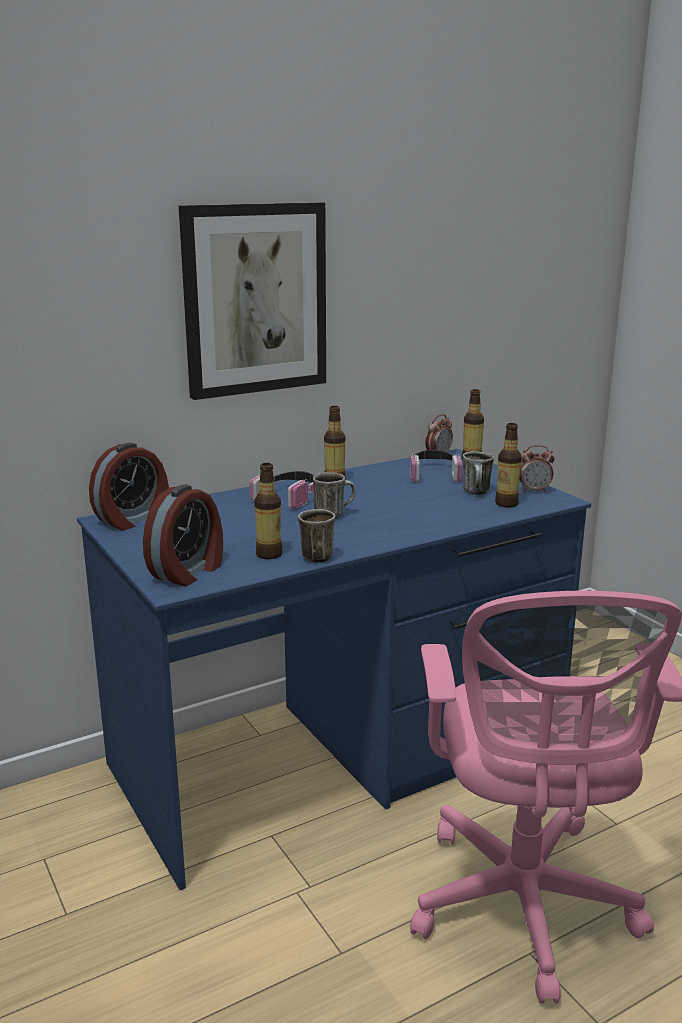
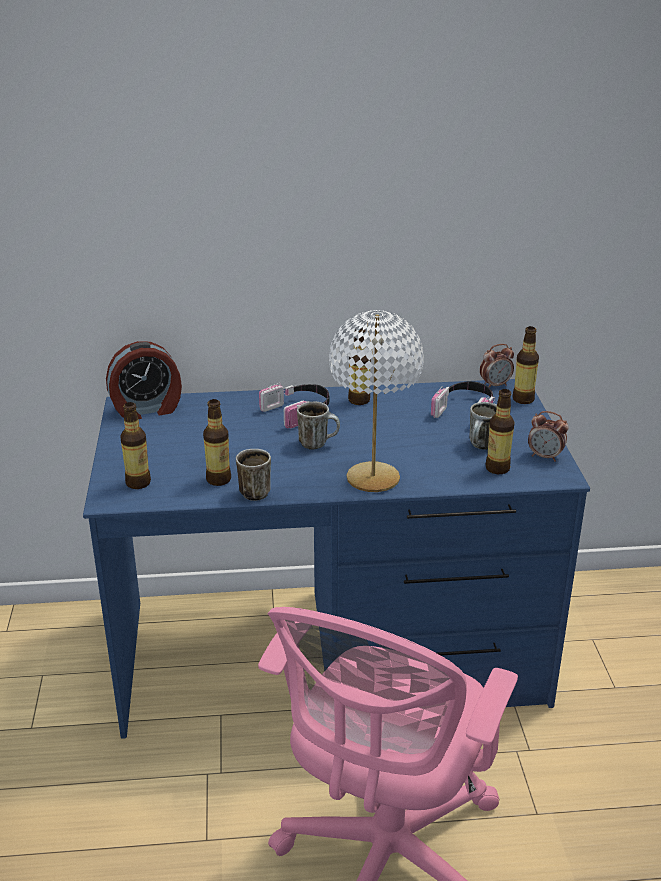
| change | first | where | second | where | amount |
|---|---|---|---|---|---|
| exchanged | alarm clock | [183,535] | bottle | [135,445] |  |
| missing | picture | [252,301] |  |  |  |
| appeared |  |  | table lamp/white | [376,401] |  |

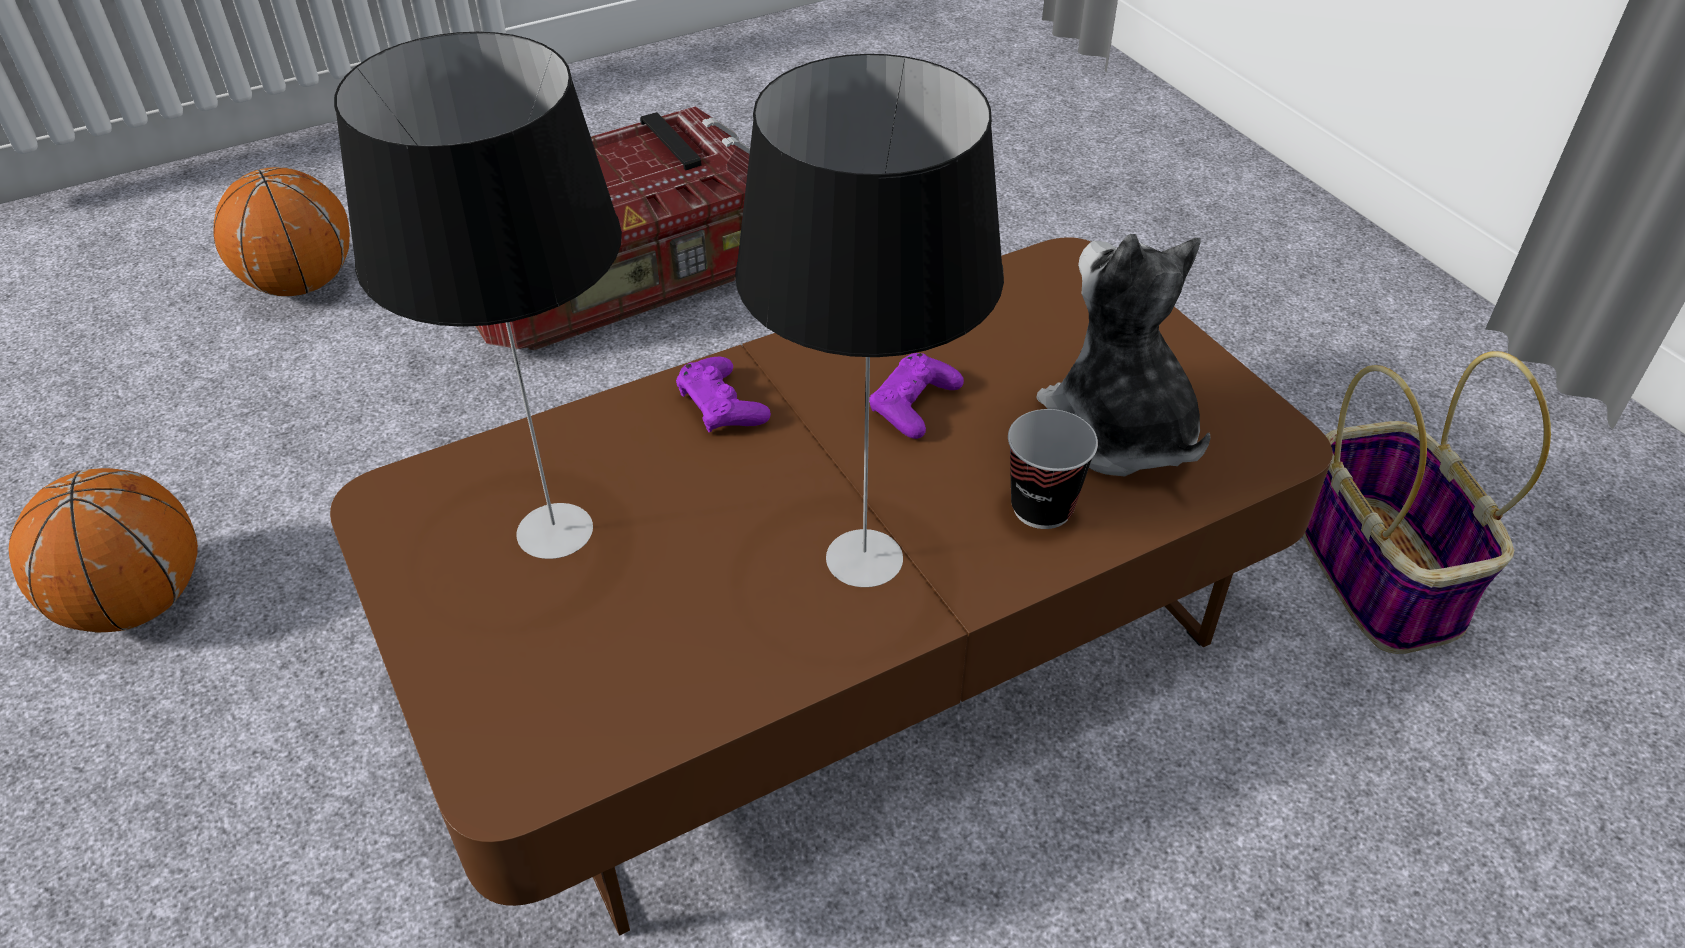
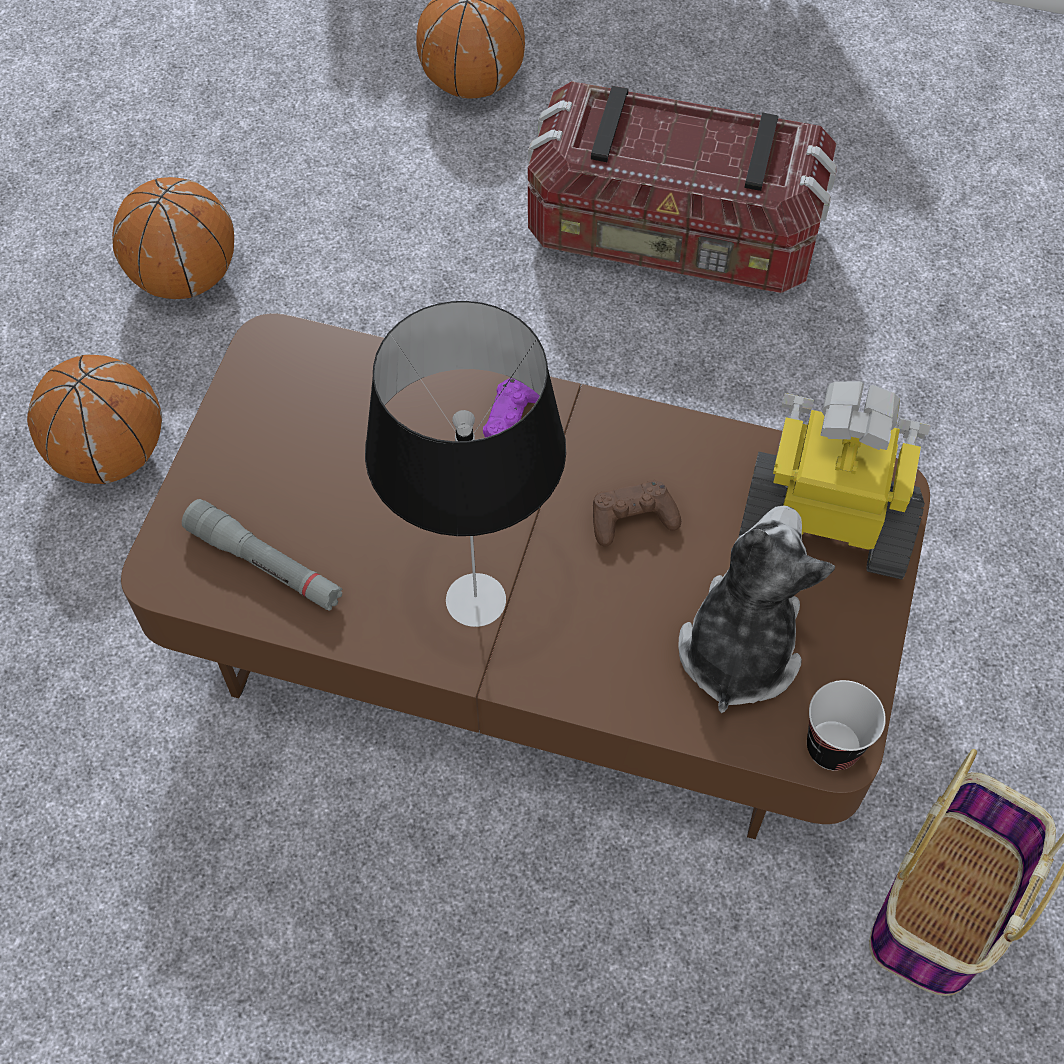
| change | first | where | second | where | amount |
|---|---|---|---|---|---|
| missing | table lamp | [478,295] |  |  |  |
| colour | game controller/purple | [916,396] | game controller/brown | [637,513] |  |
| relocated | cup | [1053,469] |  | [846,725] |  |
| appeared |  |  | basketball | [94,419] |  |
| appeared |  |  | flashlight/grey | [262,555] |  |
| appeared |  |  | toy robot | [834,480] |  |

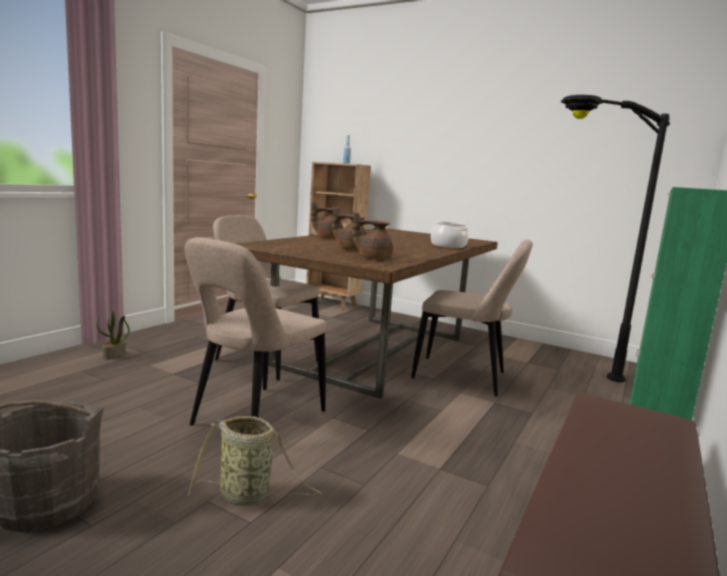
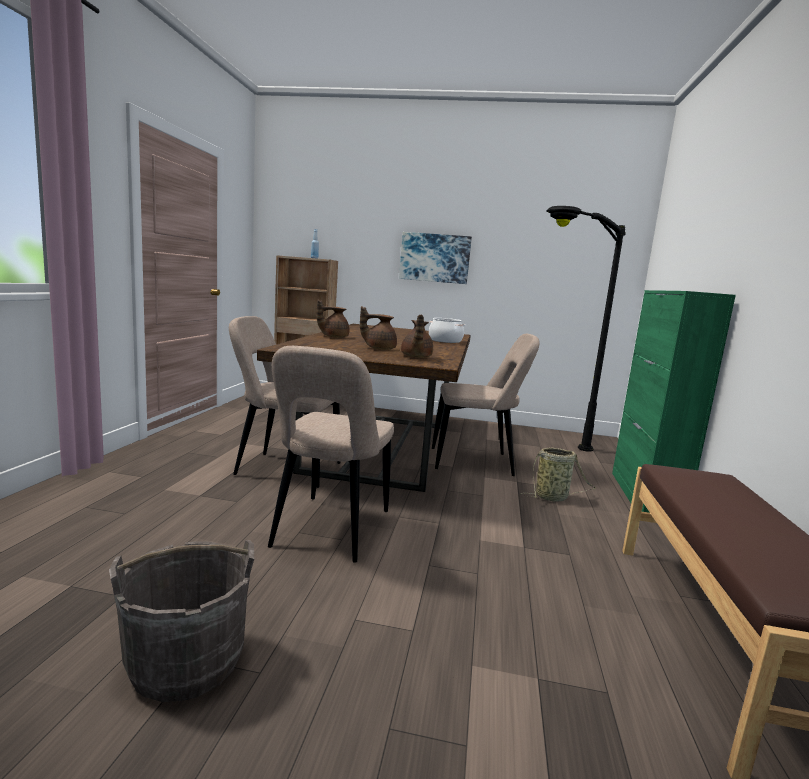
| change | first | where | second | where | amount |
|---|---|---|---|---|---|
| missing | potted plant | [113,335] |  |  |  |
| relocated | basket | [255,461] |  | [558,474] |  |
| spun | teapot/brown | [372,235] |  | [417,336] | 75 degrees counterclockwise |
| appeared |  |  | picture | [435,258] |  |

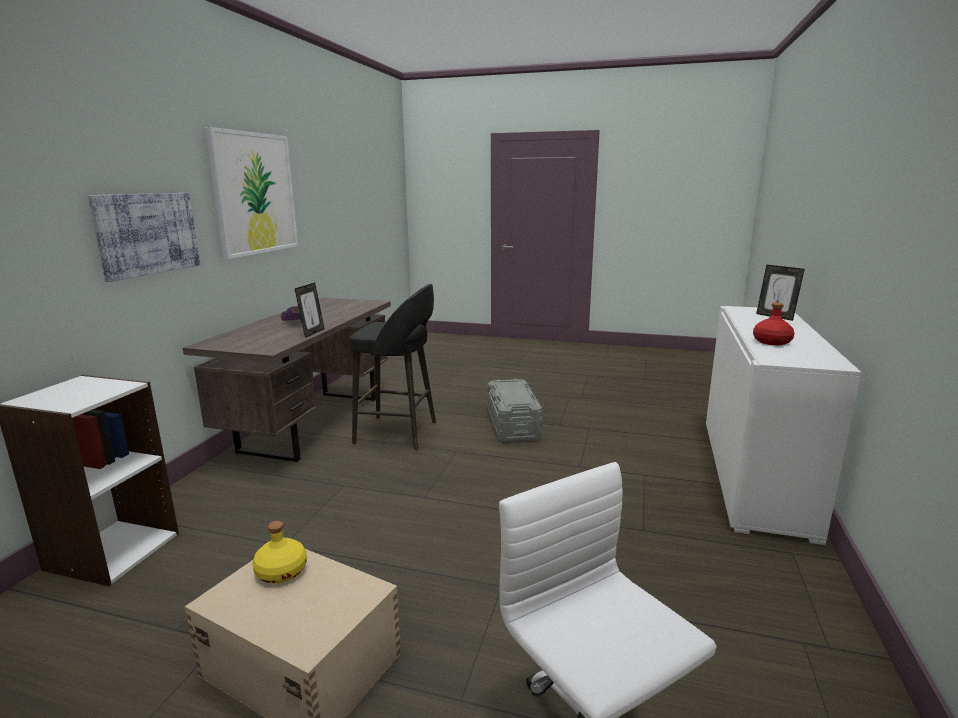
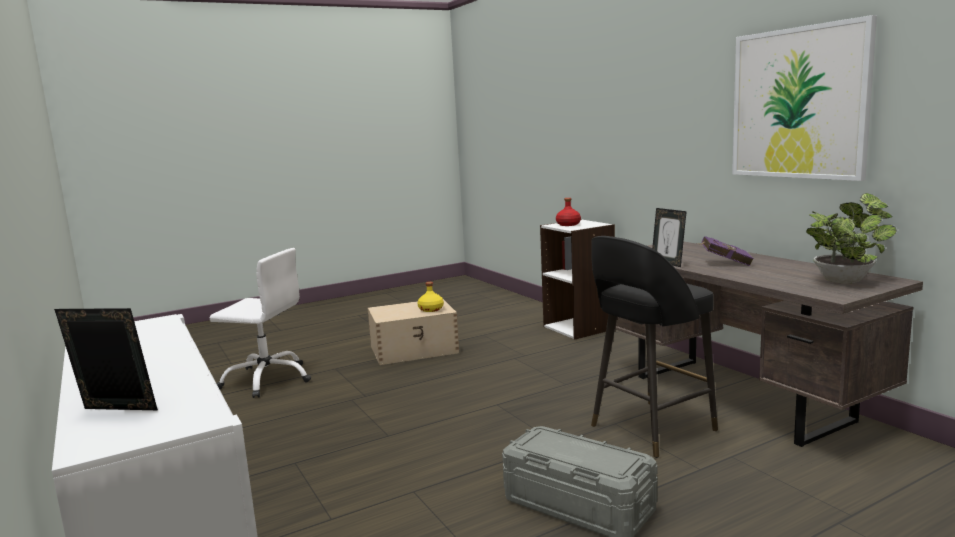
| change | first | where | second | where | amount |
|---|---|---|---|---|---|
| missing | picture | [144,237] |  |  |  |
| relocated | bottle/red | [774,324] |  | [568,212] |  |
| appeared |  |  | potted plant | [851,238] |  |

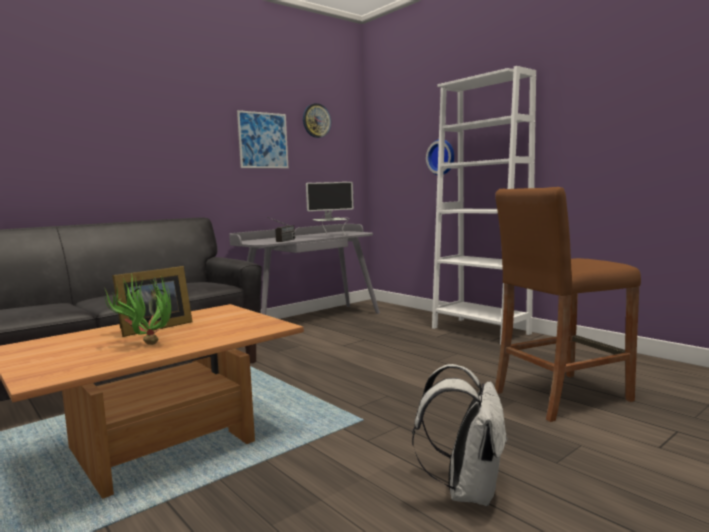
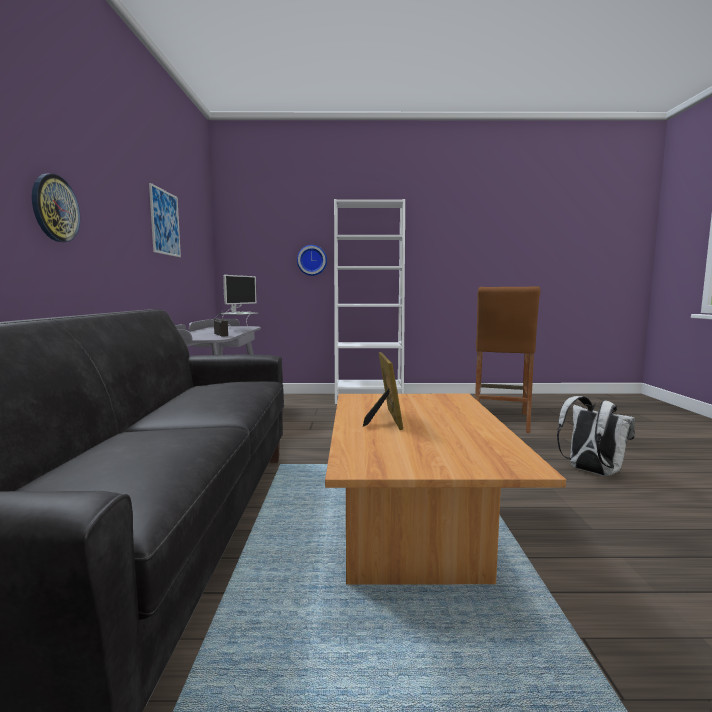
| change | first | where | second | where | amount |
|---|---|---|---|---|---|
| missing | potted plant | [137,310] |  |  |  |
| relocated | wall clock | [317,120] |  | [56,208] |  |

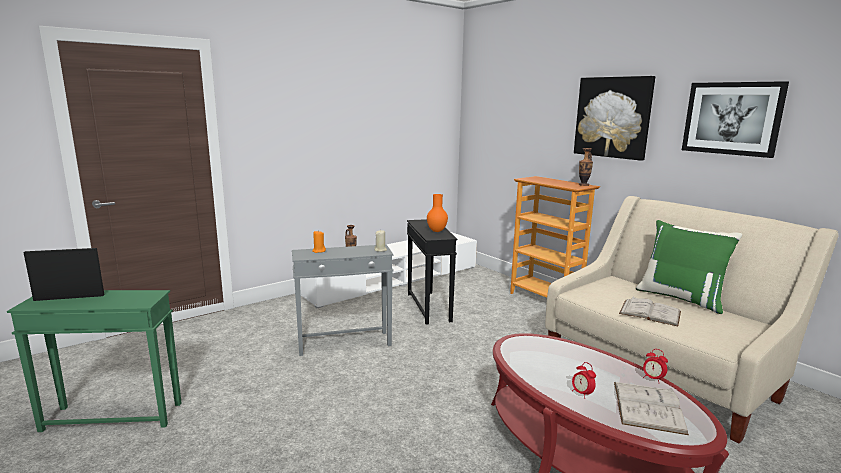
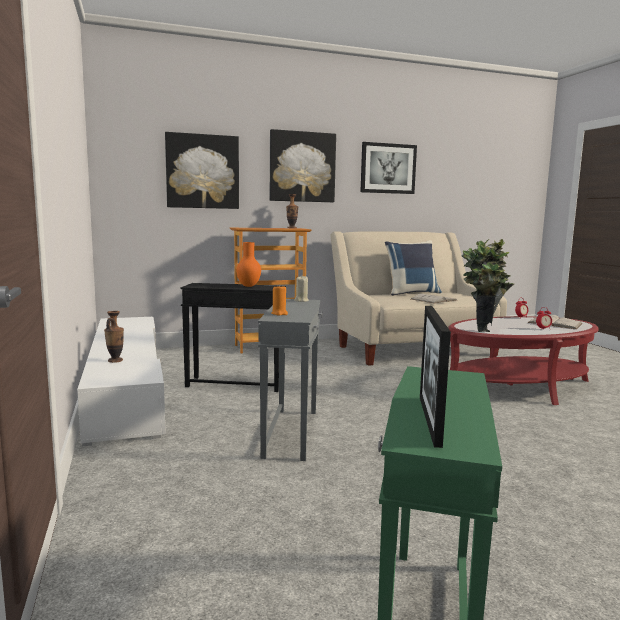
| change | first | where | second | where | amount |
|---|---|---|---|---|---|
| colour | pillow/green | [689,267] | pillow/blue | [413,268] |  |
| appeared |  |  | picture | [202,170] |  |
| appeared |  |  | potted plant | [488,285] |  |

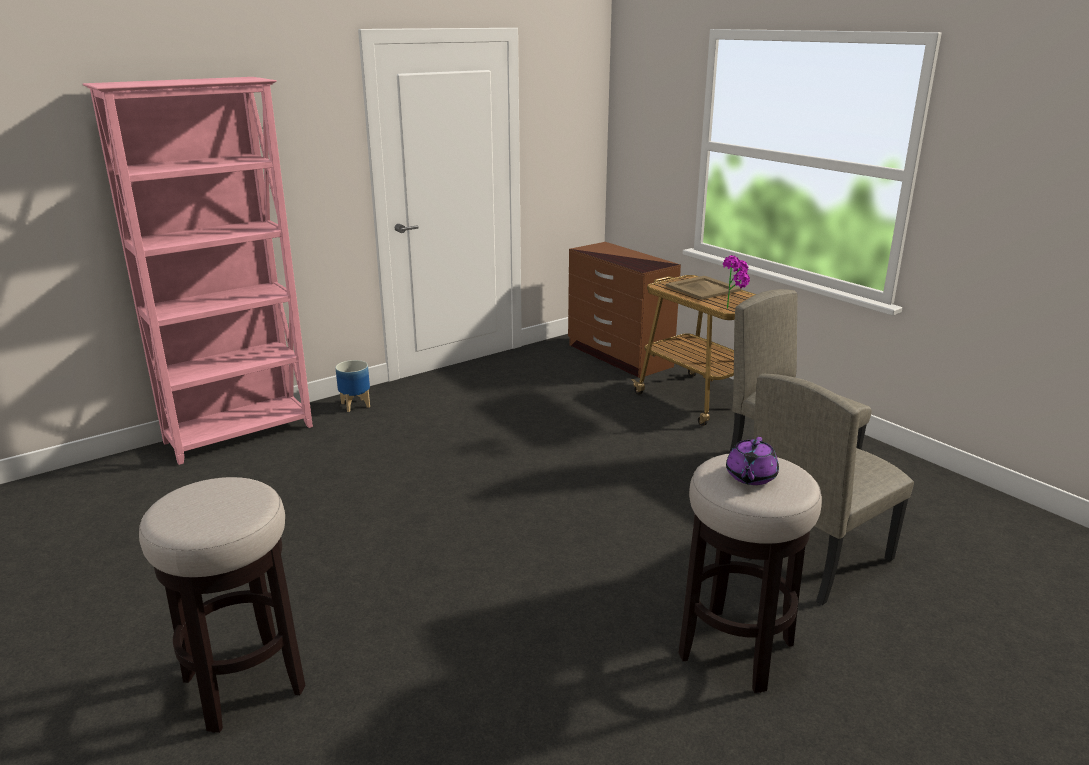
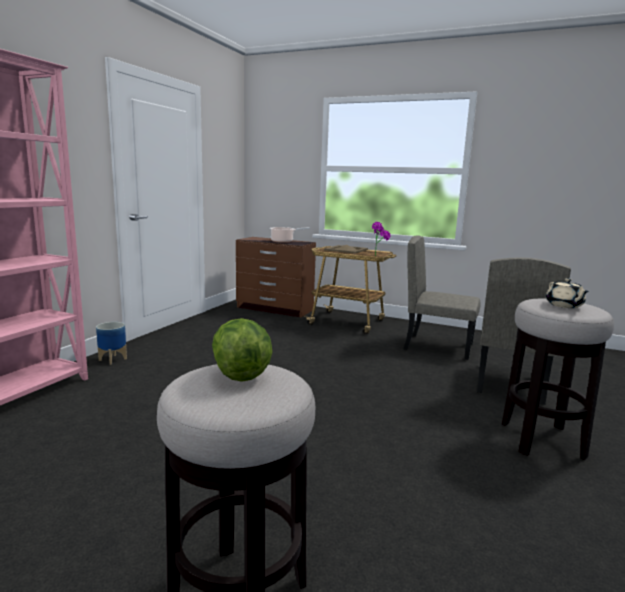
| change | first | where | second | where | amount |
|---|---|---|---|---|---|
| colour | teapot/purple | [752,461] | teapot/beige | [567,293] |  |
| appeared |  |  | lettuce | [242,350] |  |
| appeared |  |  | cooking pot | [290,235] |  |

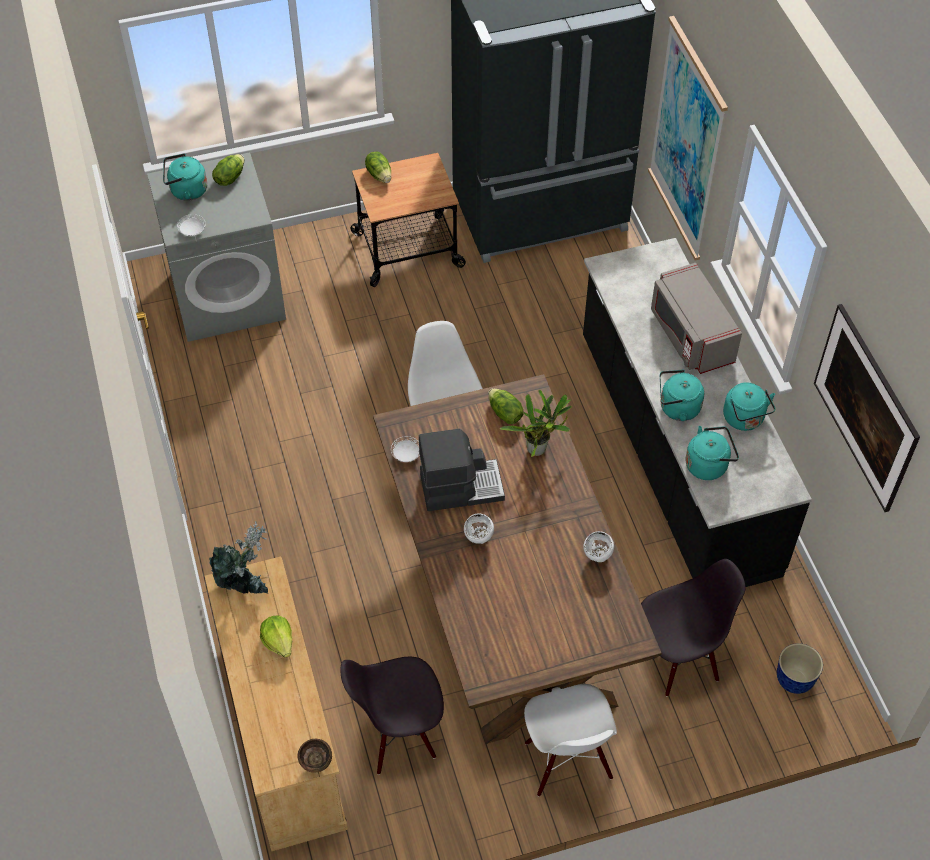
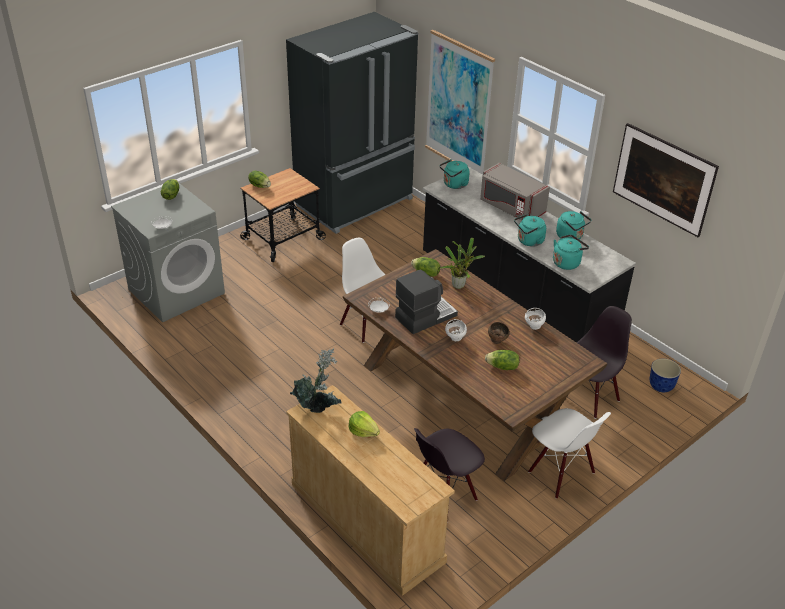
| change | first | where | second | where | amount |
|---|---|---|---|---|---|
| relocated | kettle/turquoise | [185,177] |  | [454,174] |  |
| relocated | bowl/brown | [315,755] |  | [499,333] |  |
| appeared |  |  | lettuce | [502,360] |  |

